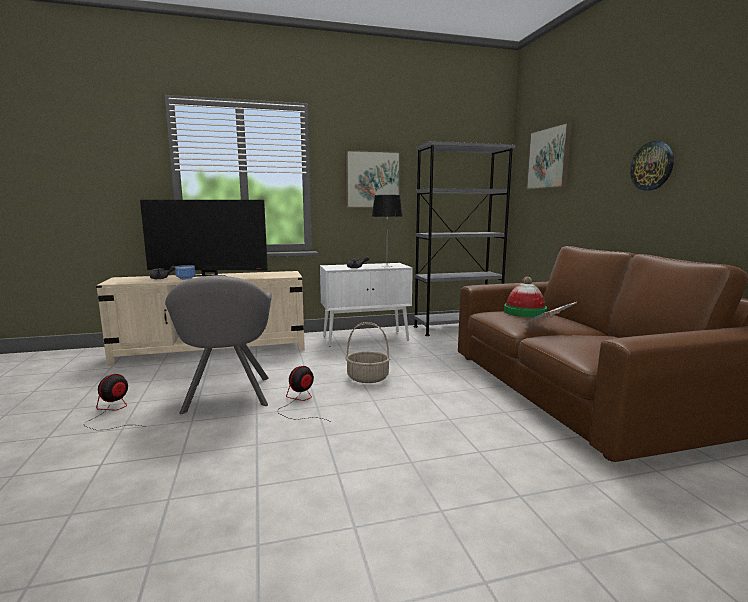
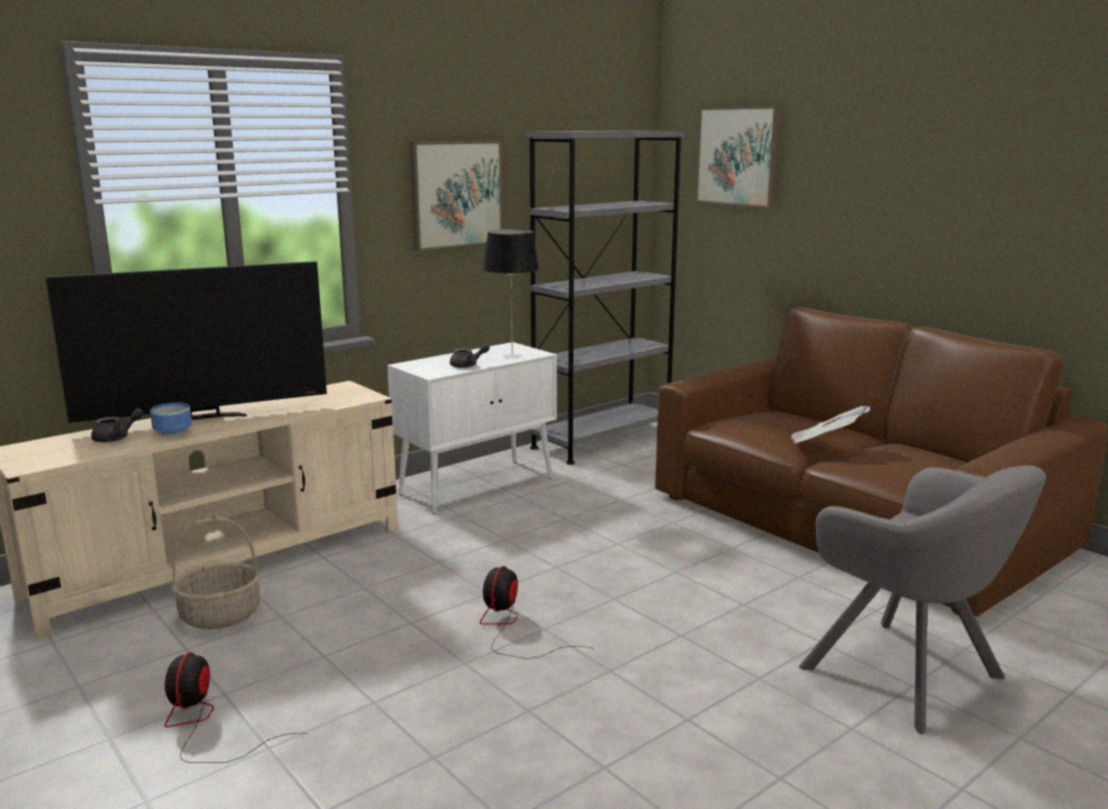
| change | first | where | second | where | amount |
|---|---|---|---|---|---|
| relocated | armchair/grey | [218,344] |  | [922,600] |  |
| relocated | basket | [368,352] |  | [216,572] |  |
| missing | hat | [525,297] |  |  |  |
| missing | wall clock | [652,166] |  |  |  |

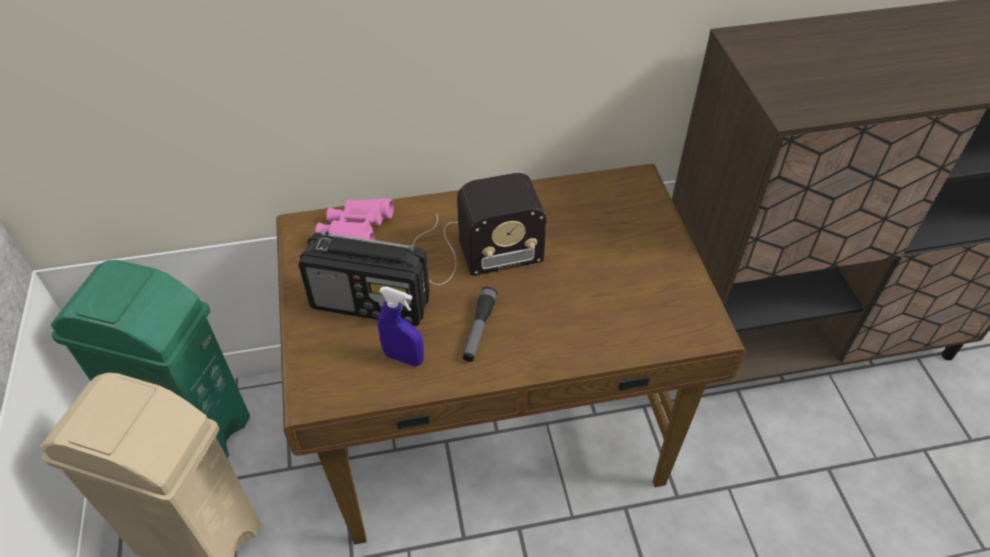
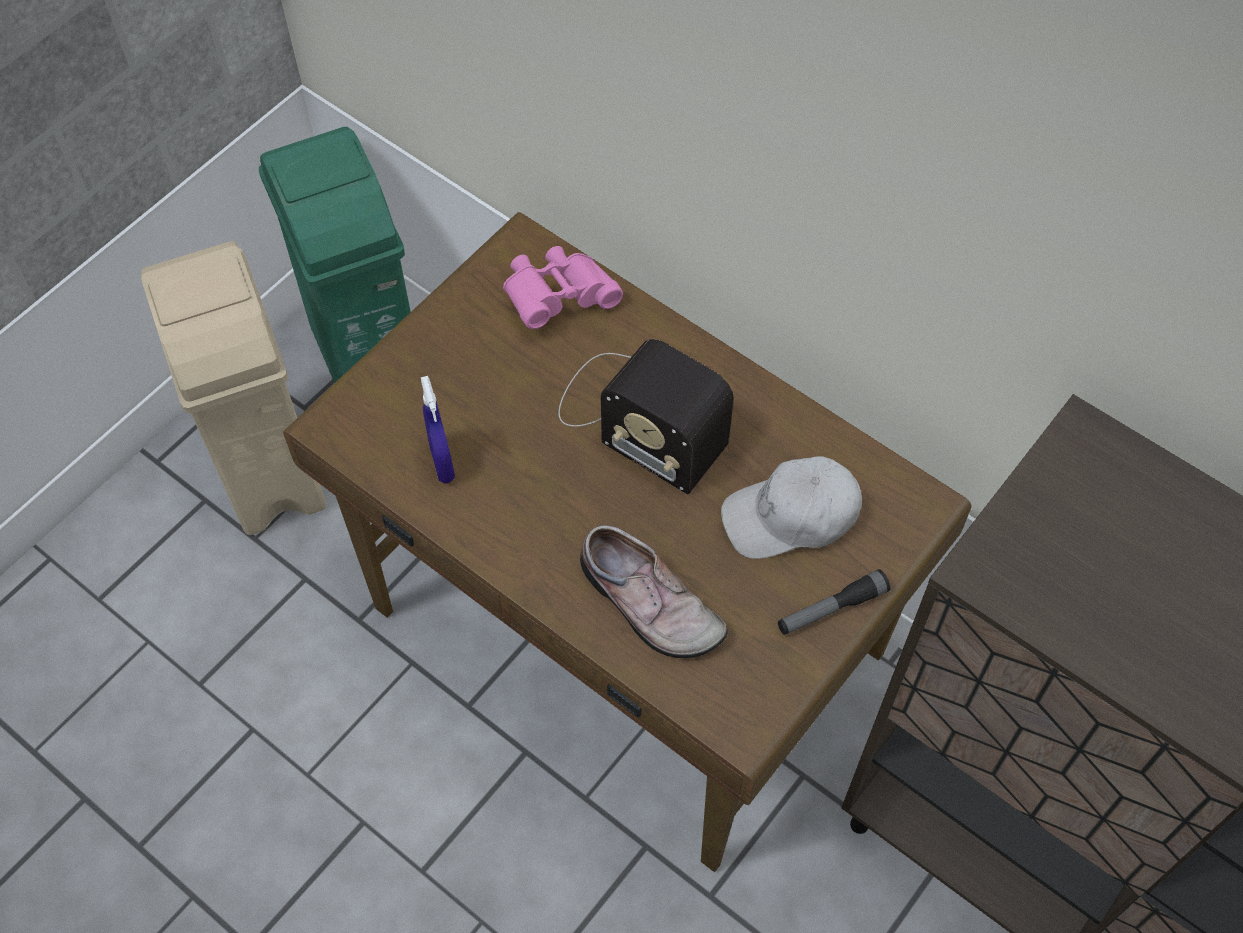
| change | first | where | second | where | amount |
|---|---|---|---|---|---|
| missing | radio | [364,278] |  |  |  |
| relocated | flashlight | [480,324] |  | [834,602] |  |
| appeared |  |  | shoe | [654,591] |  |
| appeared |  |  | cap/white | [791,507] |  |

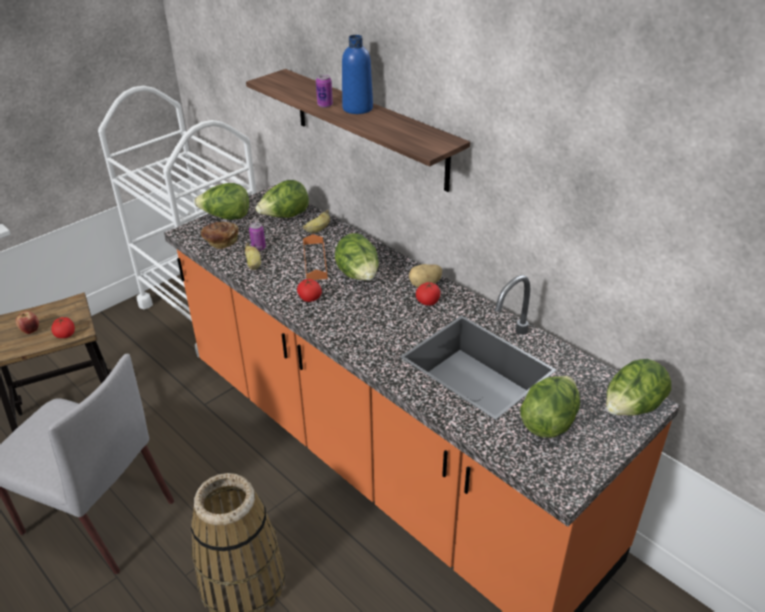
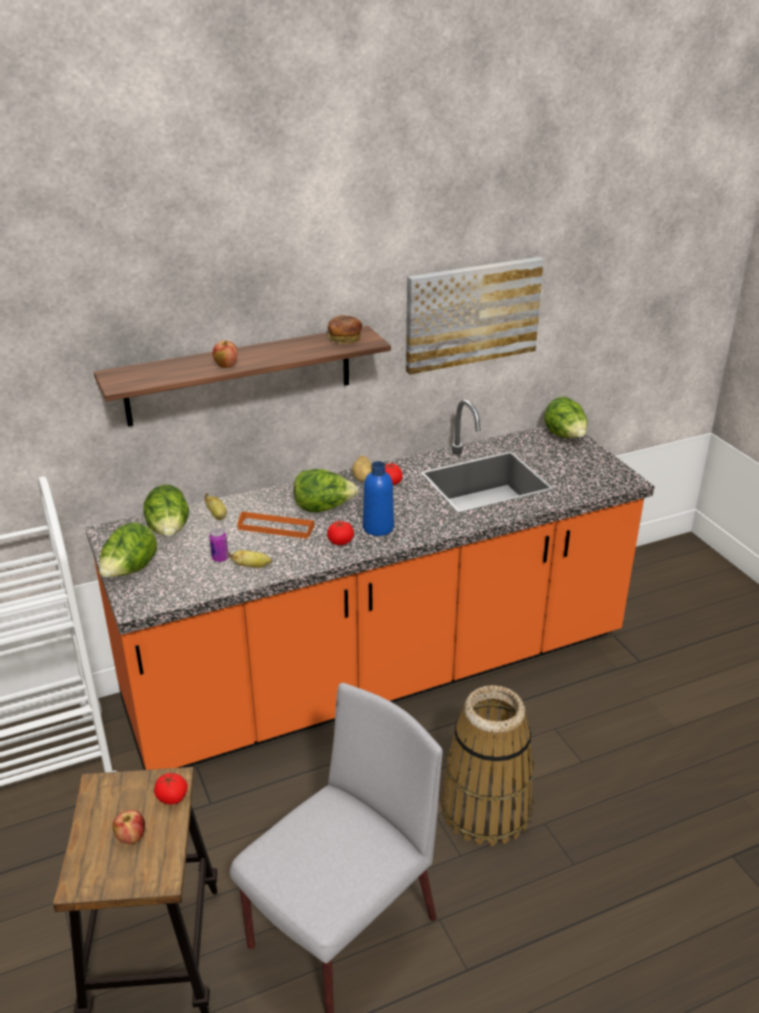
| change | first | where | second | where | amount |
|---|---|---|---|---|---|
| relocated | bread | [220,235] |  | [345,329] |  |
| exchanged | can | [324,91] | apple | [225,354] |  |
| relocated | bottle/blue | [357,74] |  | [378,498] |  |
| missing | lettuce | [550,407] |  |  |  |
| appeared |  |  | picture | [475,316] |  |

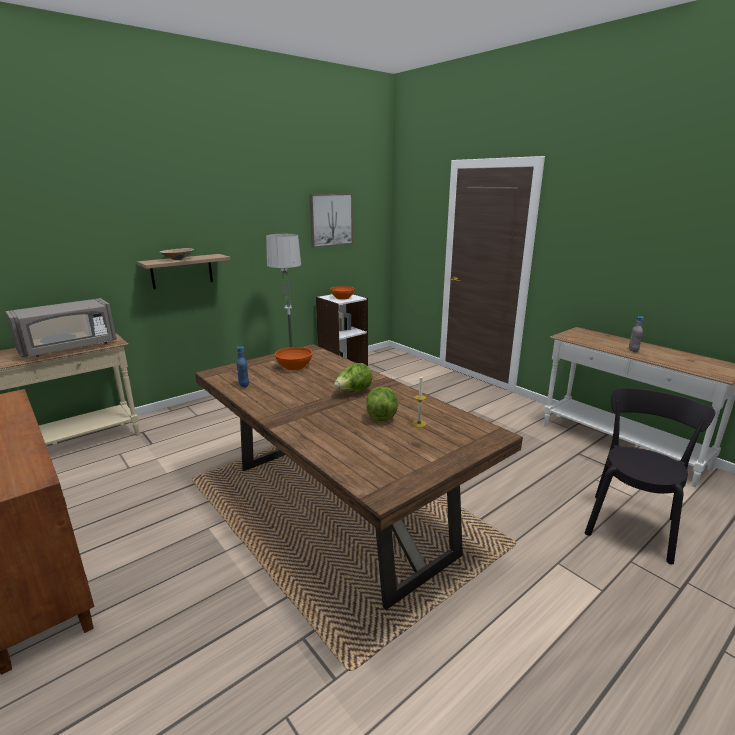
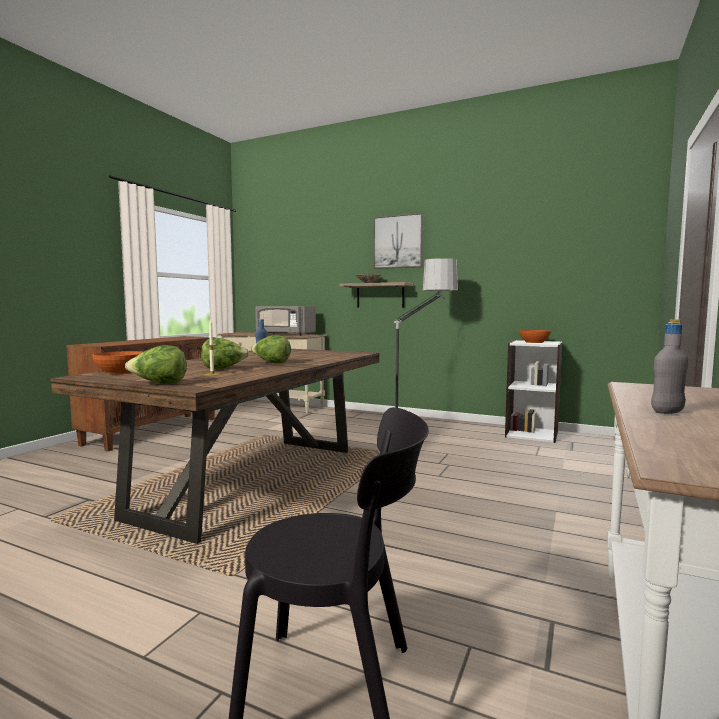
| change | first | where | second | where | amount |
|---|---|---|---|---|---|
| relocated | bowl/orange | [294,358] |  | [117,362] |  |
| relocated | picture | [331,221] |  | [398,241] |  |
| appeared |  |  | lettuce | [156,364] |  |

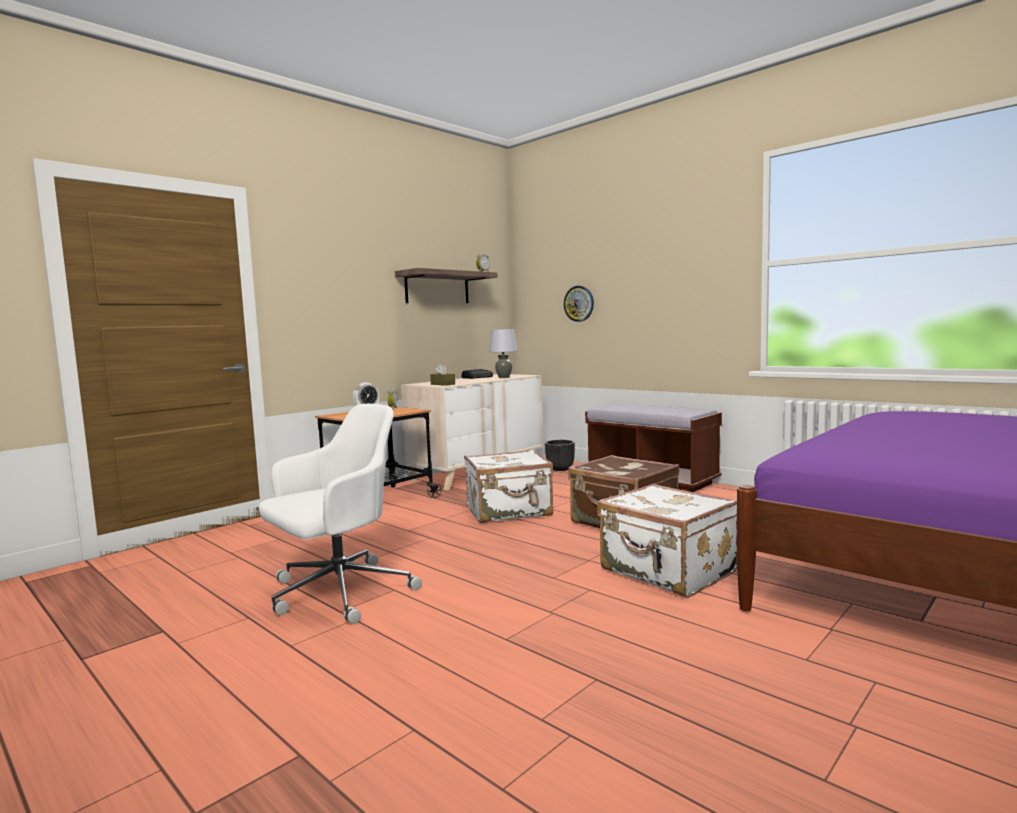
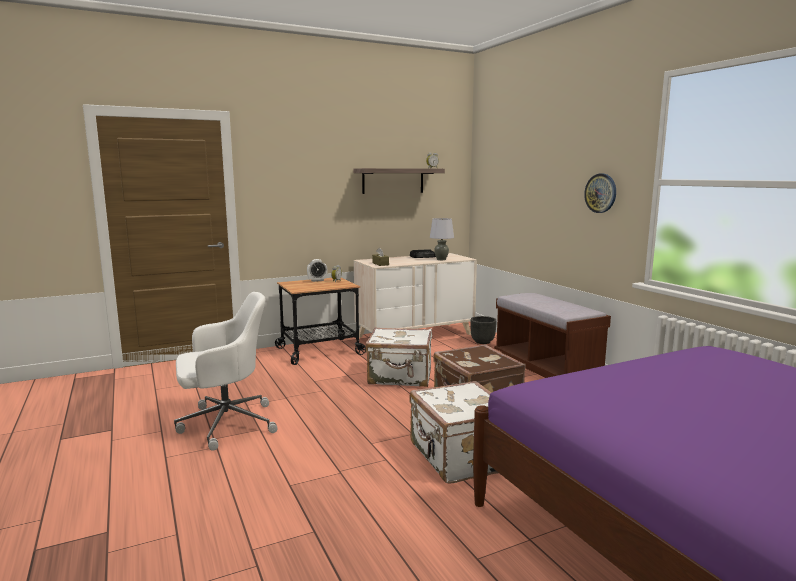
| change | first | where | second | where | amount |
|---|---|---|---|---|---|
| relocated | wall clock | [579,304] |  | [600,193] |  |

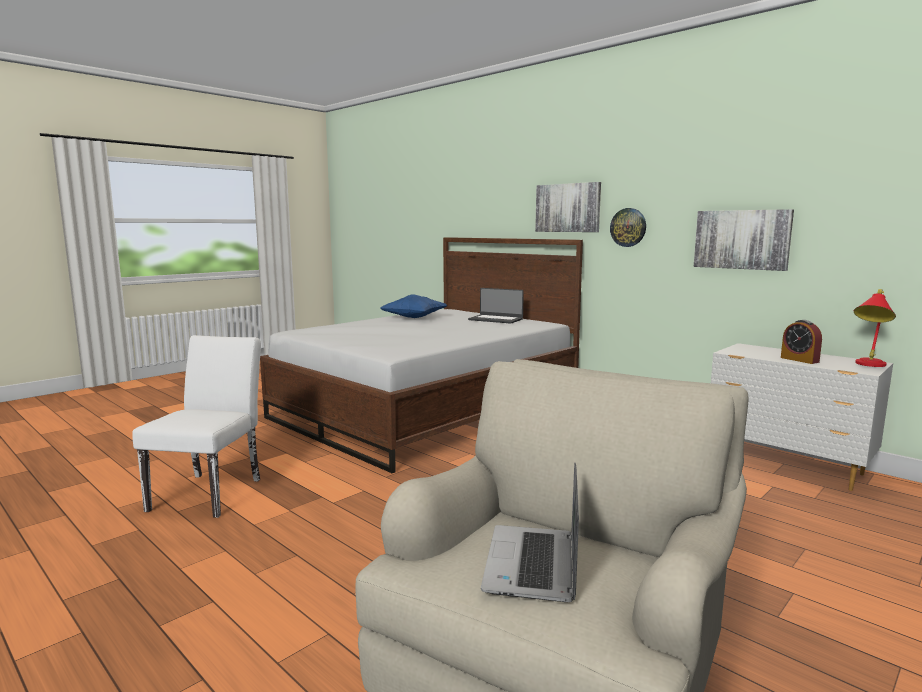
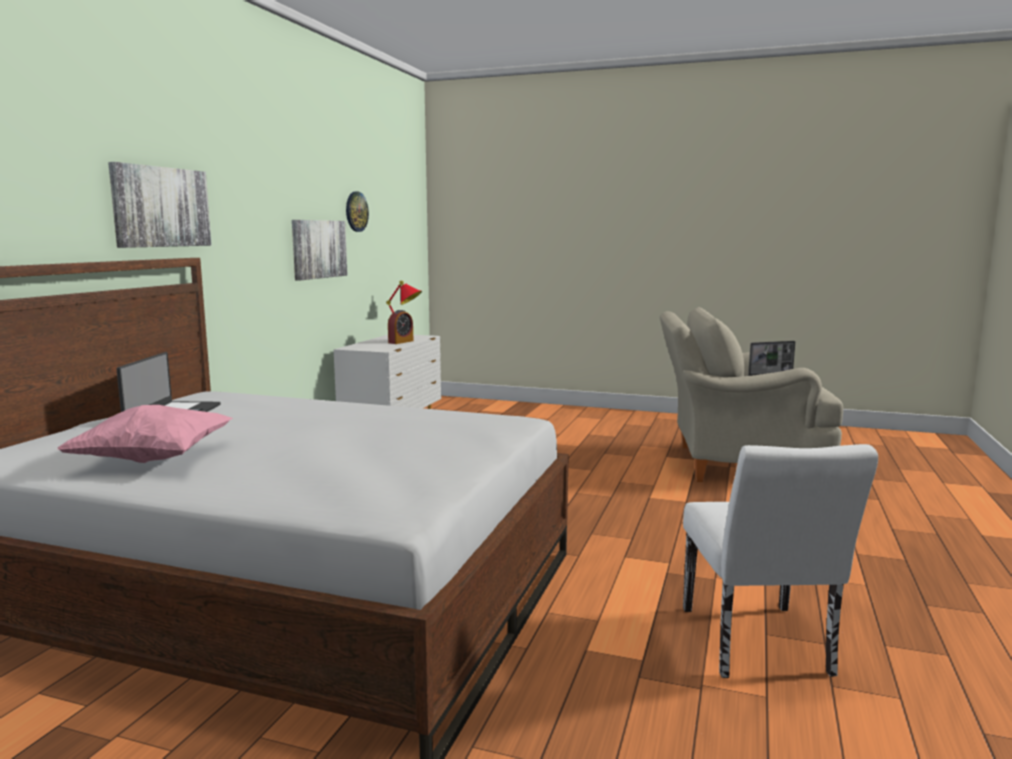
| change | first | where | second | where | amount |
|---|---|---|---|---|---|
| spun | chair/white | [196,426] |  | [780,561] | 75 degrees counterclockwise |
| colour | pillow/blue | [414,306] | pillow/pink | [145,434] |  |
| relocated | wall clock | [628,227] |  | [357,212] |  |

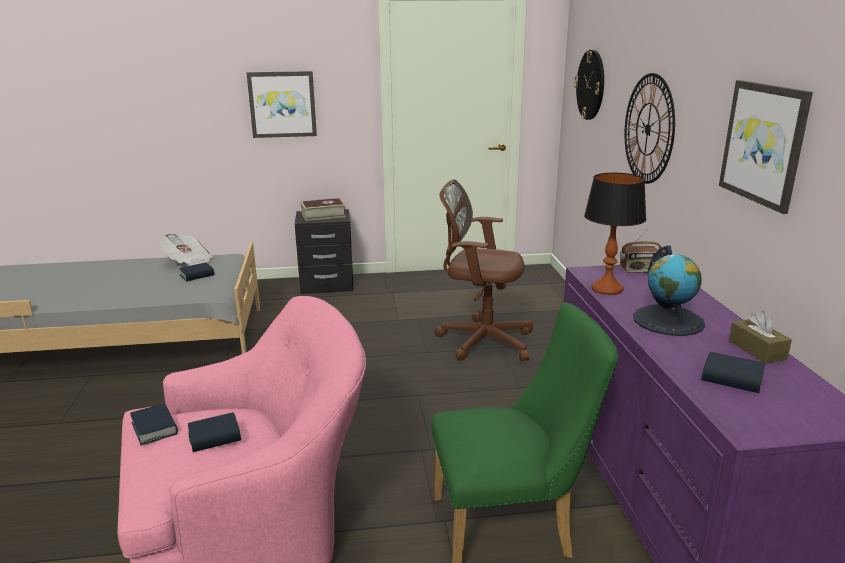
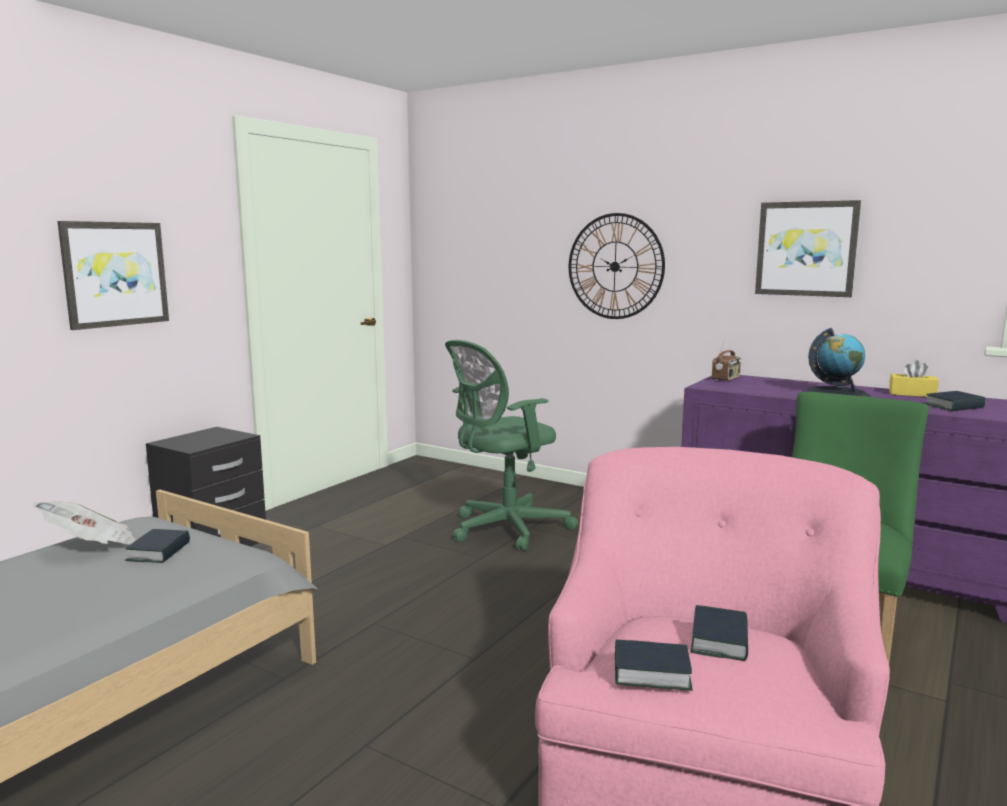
| change | first | where | second | where | amount |
|---|---|---|---|---|---|
| missing | book | [323,209] |  |  |  |
| colour | office chair/brown | [484,270] | office chair/green | [511,445] |  |
| missing | wall clock | [589,85] |  |  |  |
| missing | table lamp | [615,234] |  |  |  |
| colour | tissue box/brown | [760,337] | tissue box/yellow | [914,378] |  |

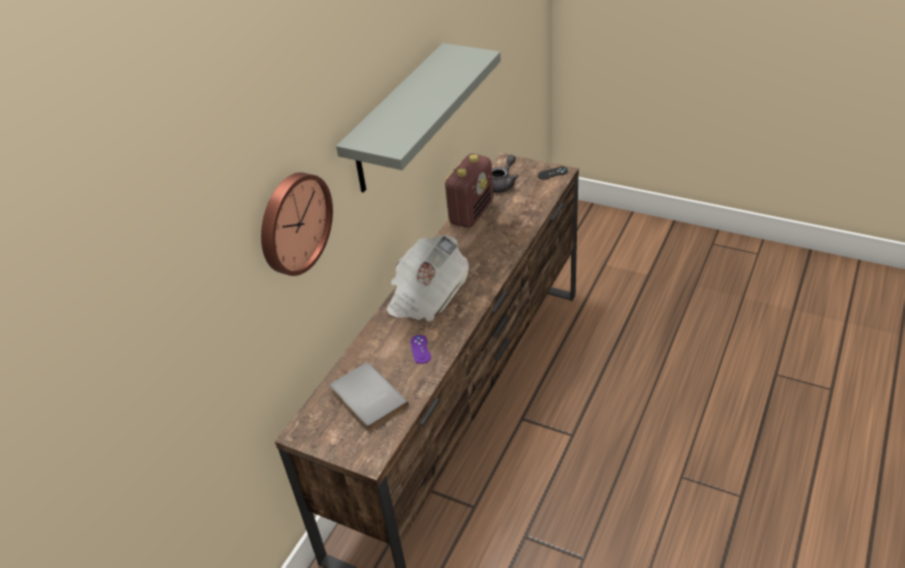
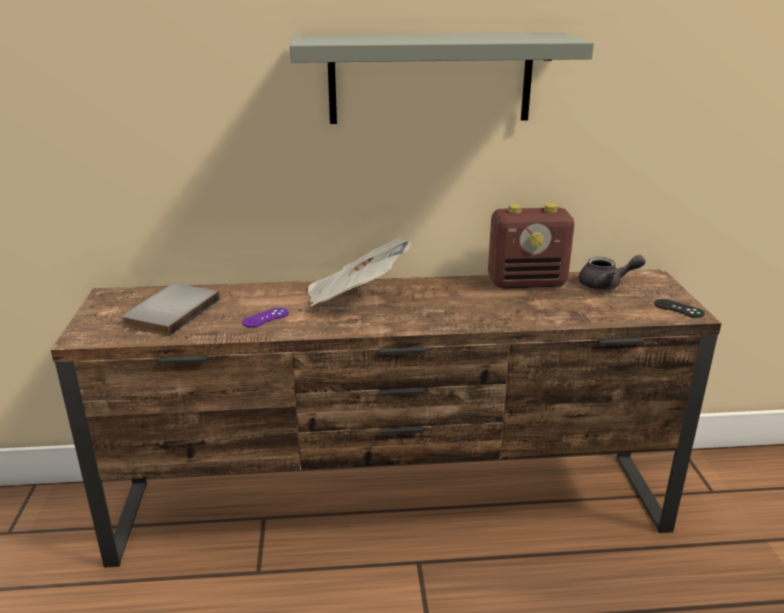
| change | first | where | second | where | amount |
|---|---|---|---|---|---|
| missing | wall clock | [297,224] |  |  |  |

